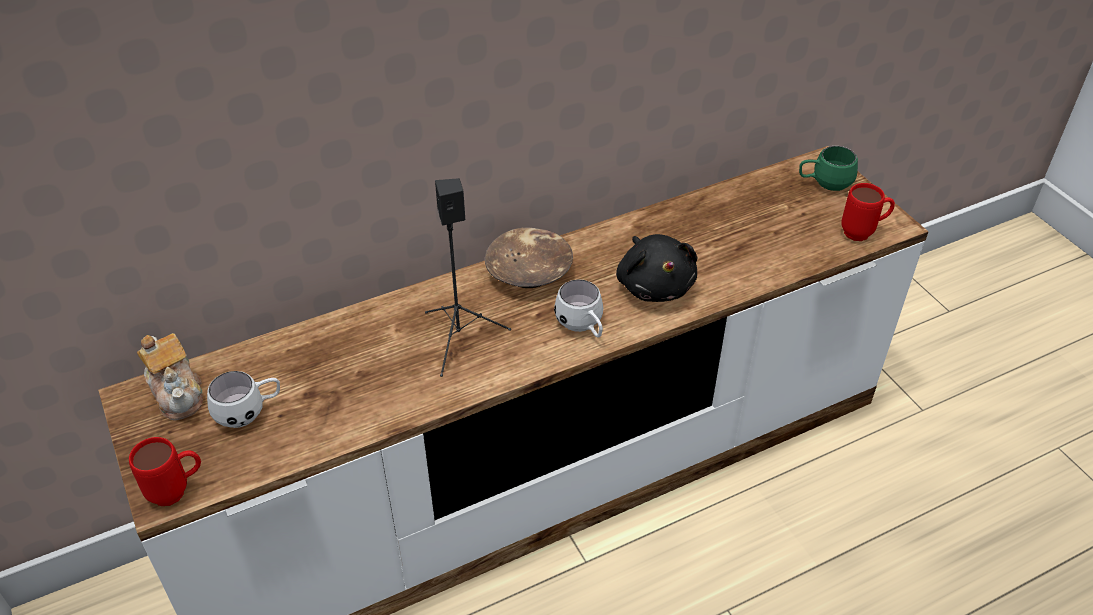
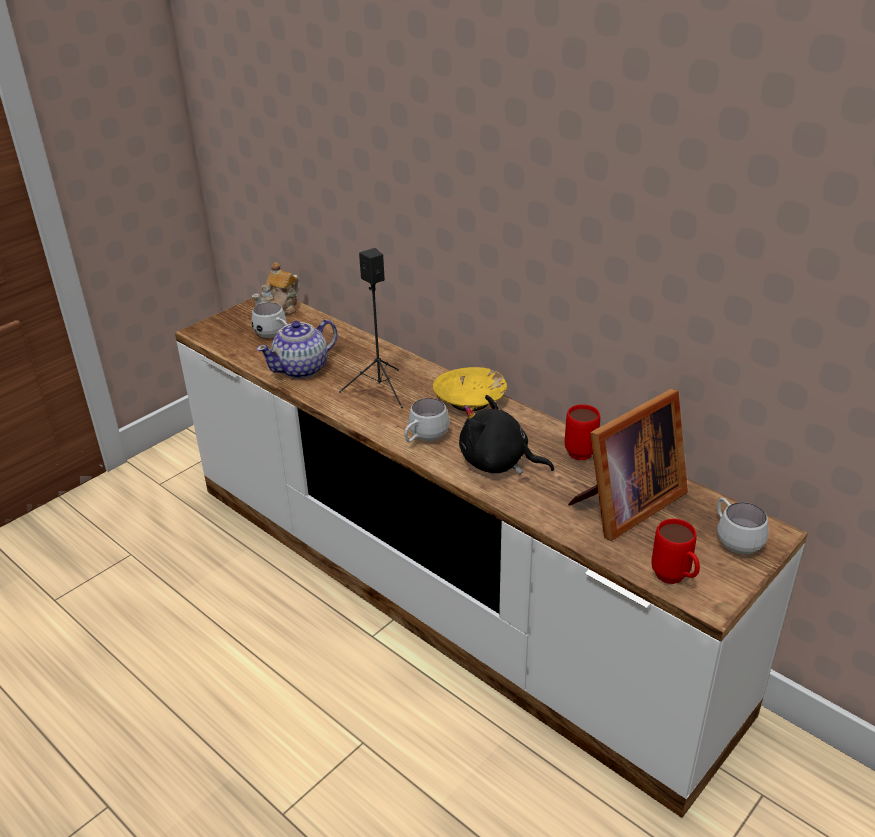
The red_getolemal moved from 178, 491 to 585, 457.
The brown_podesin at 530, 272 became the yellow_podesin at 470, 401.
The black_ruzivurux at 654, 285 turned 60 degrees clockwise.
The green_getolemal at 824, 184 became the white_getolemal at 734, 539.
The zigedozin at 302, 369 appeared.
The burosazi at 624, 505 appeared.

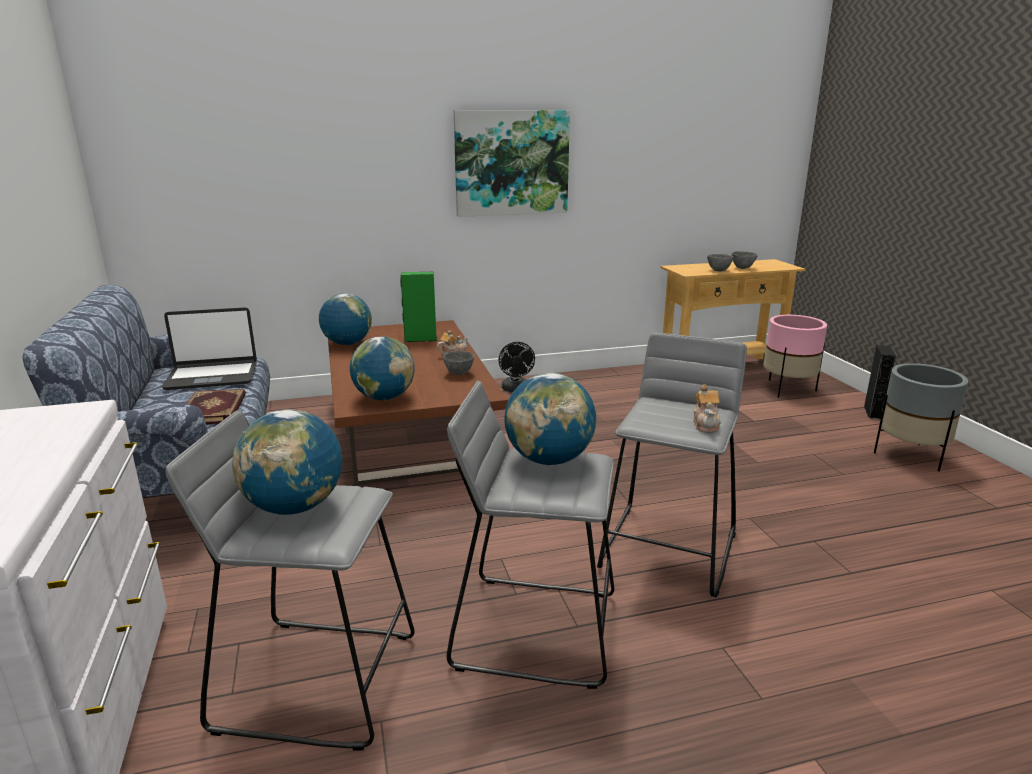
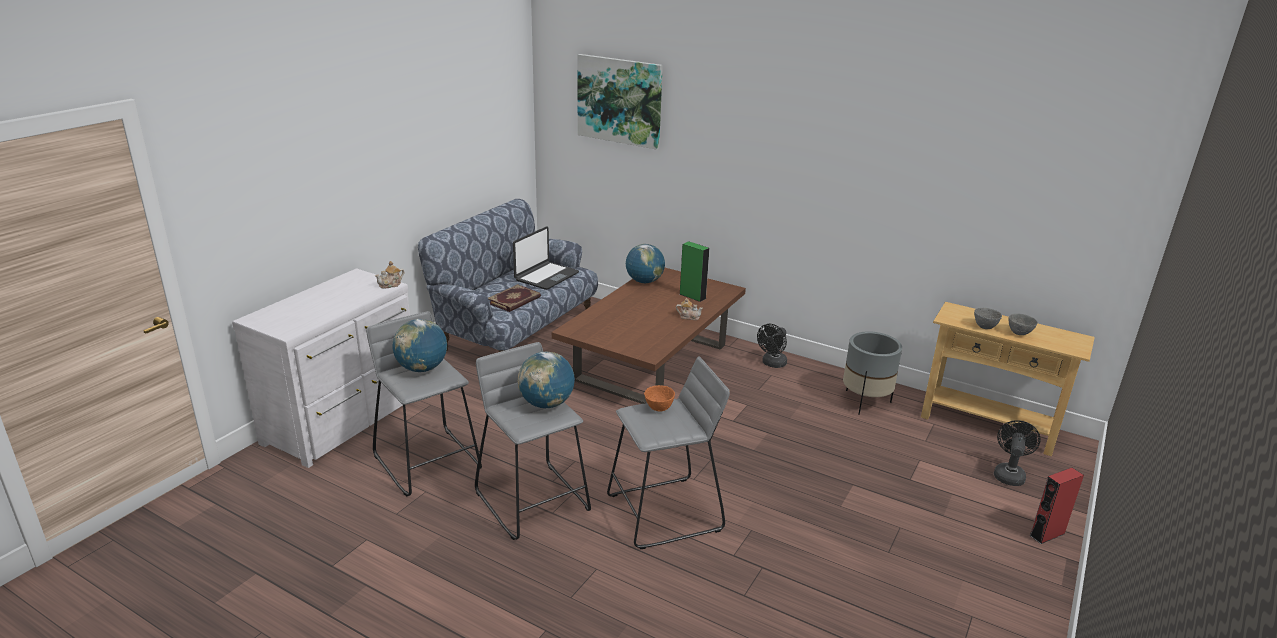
The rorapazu at 212, 376 turned 90 degrees counterclockwise.
The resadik at 384, 398 disappeared.
The grey_podesin at 459, 373 disappeared.
The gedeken moved from 511, 163 to 619, 100.
The zigedozin moved from 706, 424 to 391, 284.
The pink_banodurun at 787, 389 was replaced by the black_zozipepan at 1009, 474.
The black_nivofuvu at 873, 412 became the red_nivofuvu at 1047, 534.
The grey_banodurun moved from 910, 456 to 865, 402.
The orange_podesin at 659, 409 appeared.

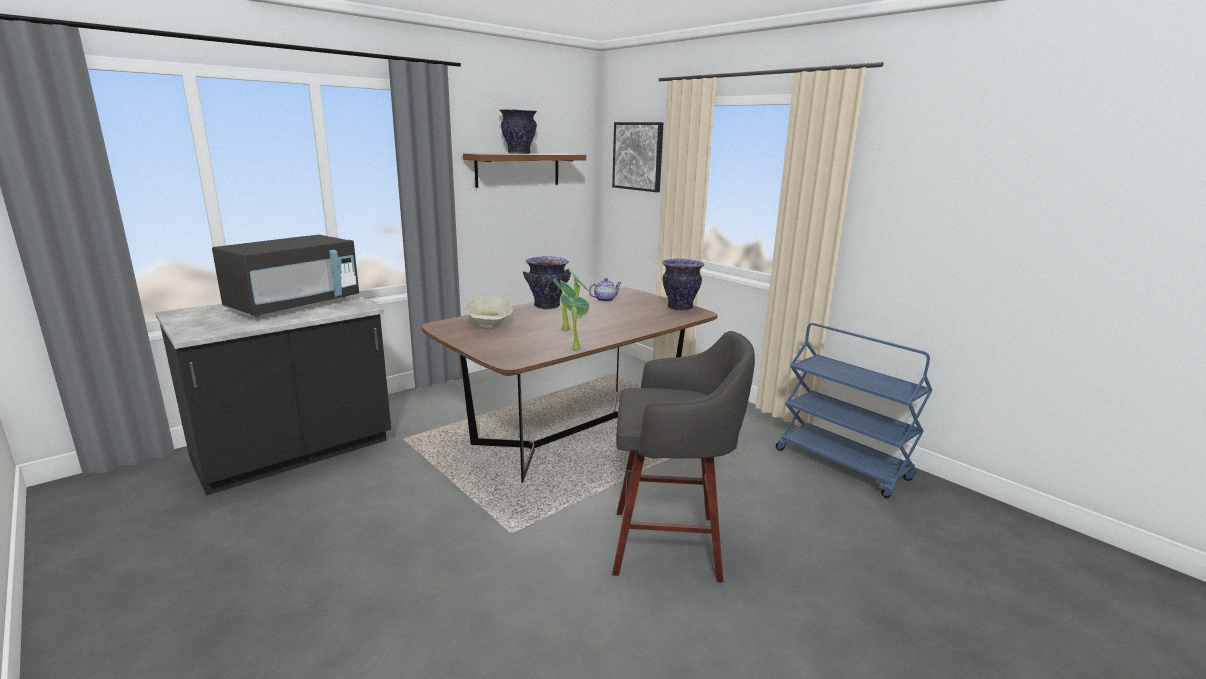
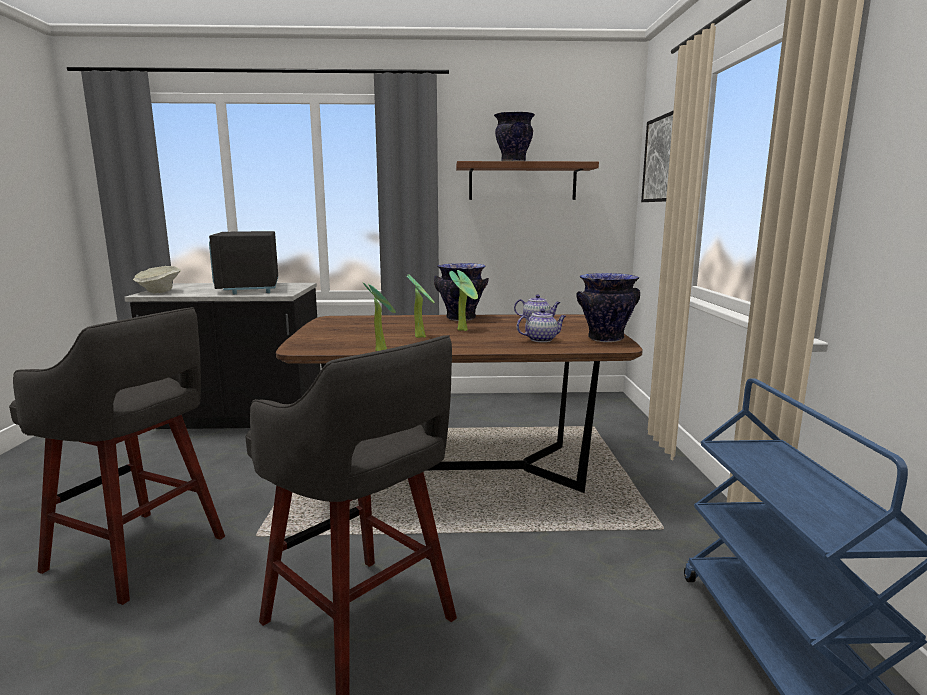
The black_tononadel at 295, 305 turned 90 degrees clockwise.
The beige_podesin moved from 490, 326 to 158, 292.
The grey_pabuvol at 140, 555 appeared.
The zigedozin at 541, 339 appeared.

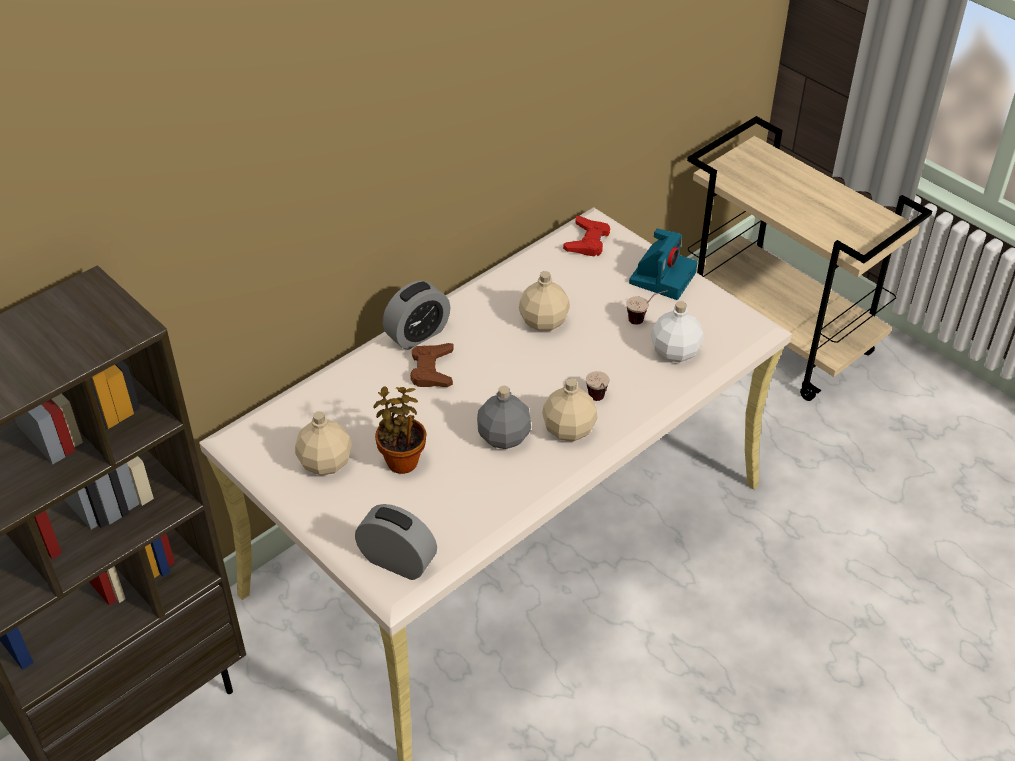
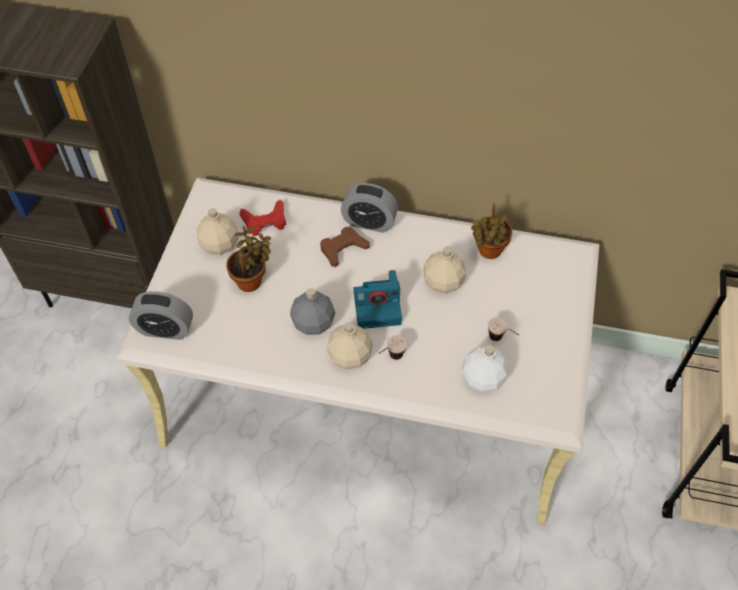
The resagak at 397, 561 turned 105 degrees clockwise.
The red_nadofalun moved from 587, 241 to 265, 221.
The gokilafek moved from 662, 277 to 378, 306.
The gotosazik at 488, 252 appeared.

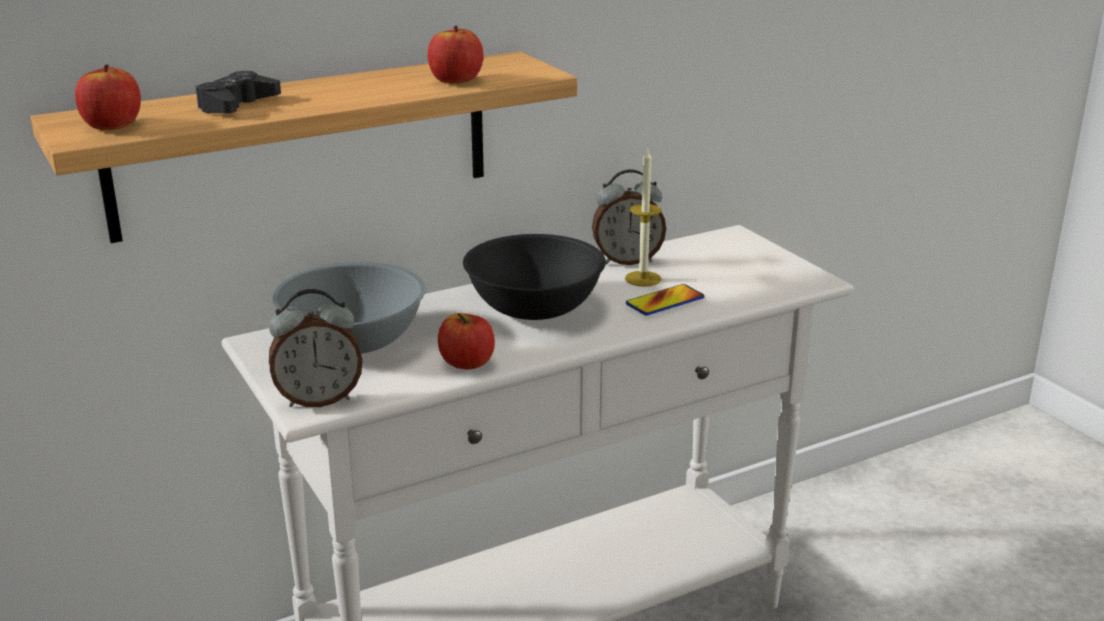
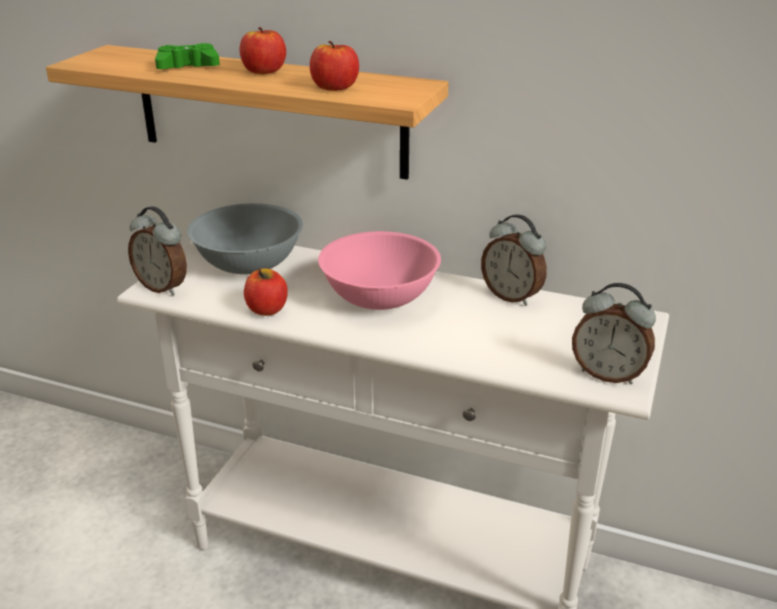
The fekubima moved from 112, 126 to 264, 71.
The black_nadofalun at 237, 105 became the green_nadofalun at 188, 66.
The black_podesin at 533, 307 became the pink_podesin at 379, 296.
The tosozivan at 643, 279 disappeared.
The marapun at 665, 301 disappeared.
The resagak at 608, 374 appeared.

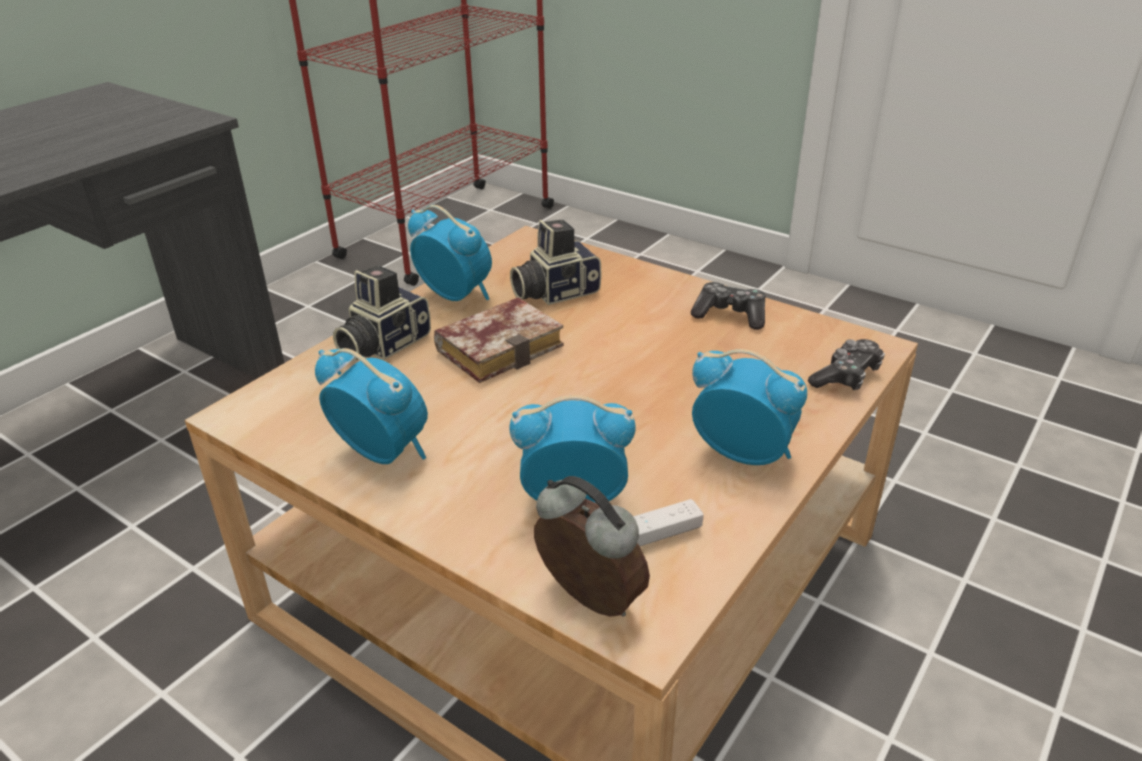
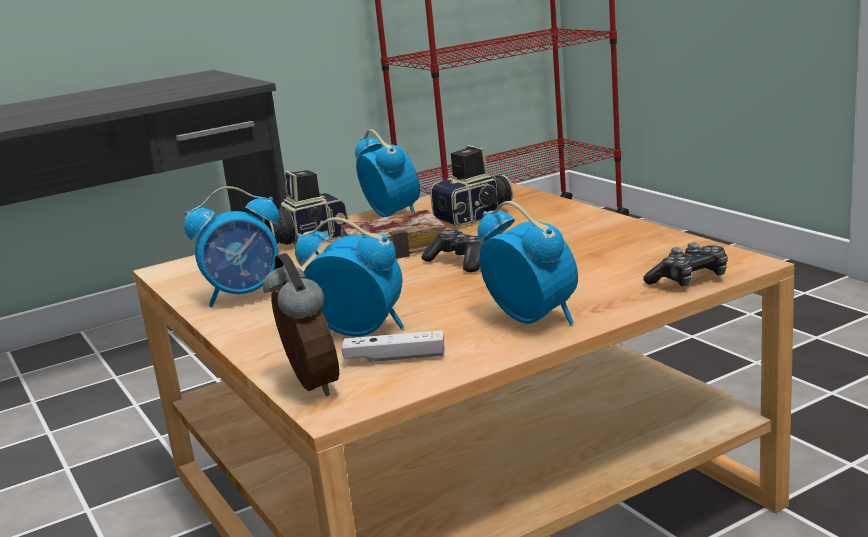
The resagak at 382, 452 turned 105 degrees clockwise.
The gokilafek at 554, 292 turned 150 degrees clockwise.
The nadofalun moved from 730, 315 to 460, 261.

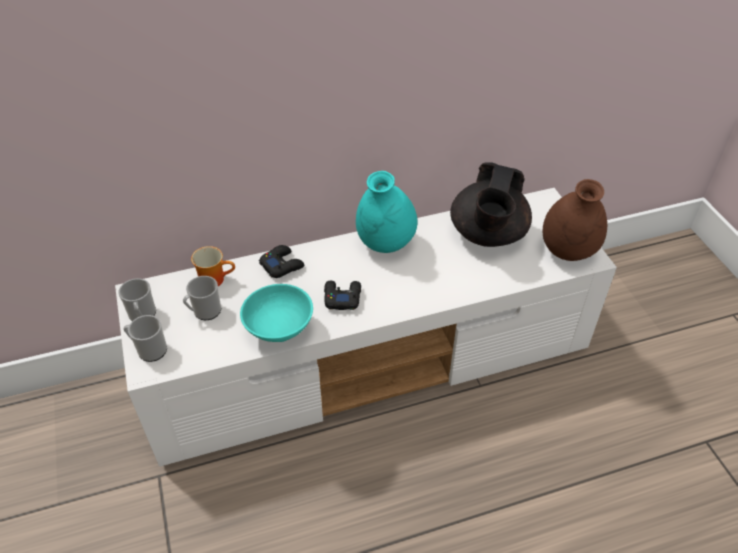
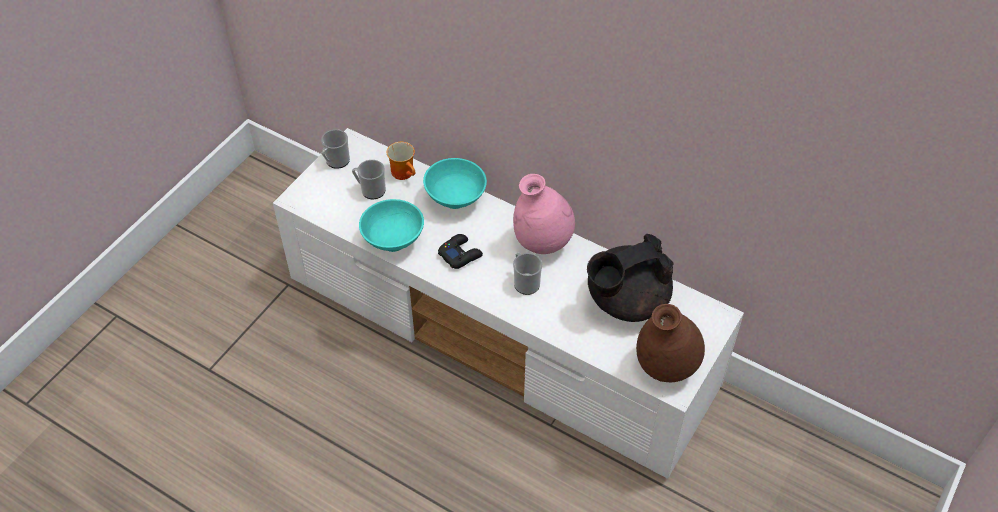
The getolemal moved from 149, 350 to 525, 282.
The black_nadofalun at 282, 265 was replaced by the turquoise_podesin at 456, 199.
The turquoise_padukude at 385, 244 became the pink_padukude at 542, 243.

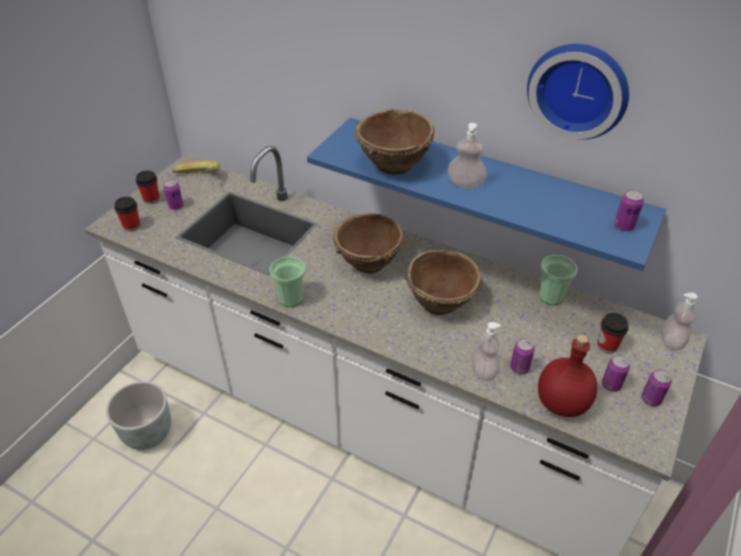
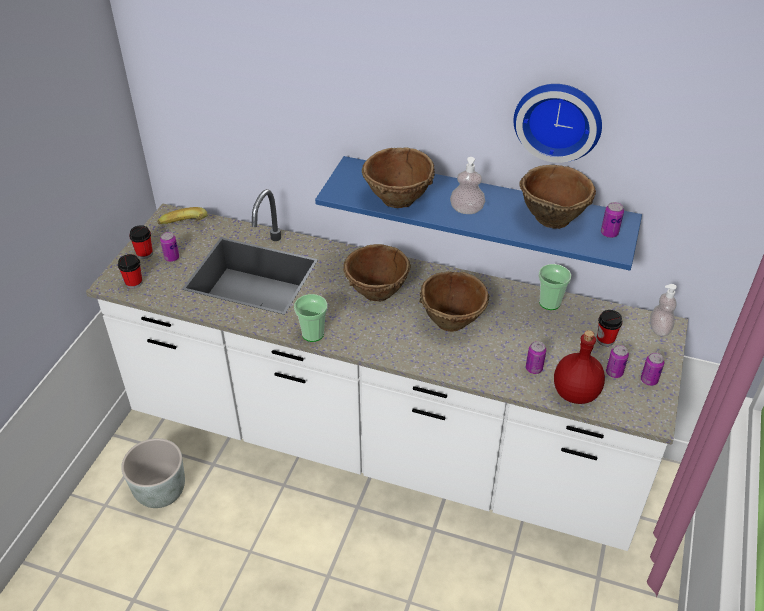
The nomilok at 483, 371 disappeared.
The brown_podesin at 552, 217 appeared.

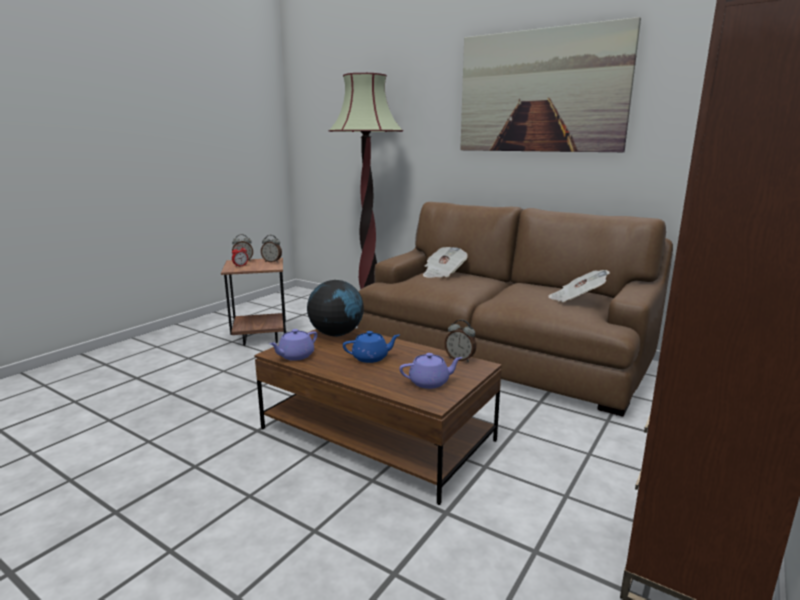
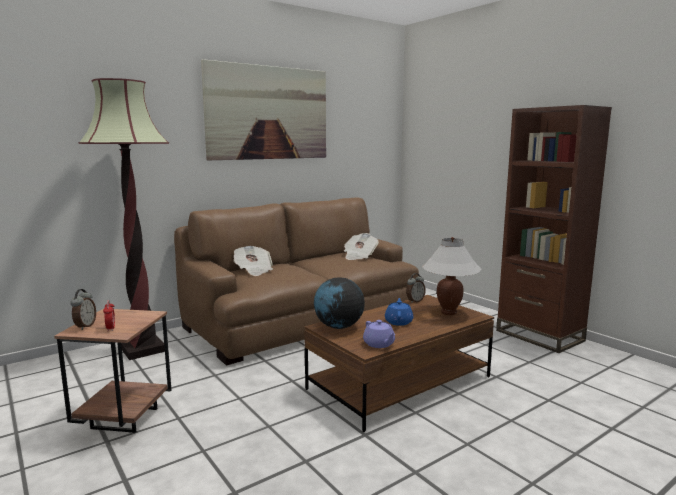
The resagak at 272, 261 disappeared.
The purple_zigedozin at 430, 382 was replaced by the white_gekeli at 448, 313.

